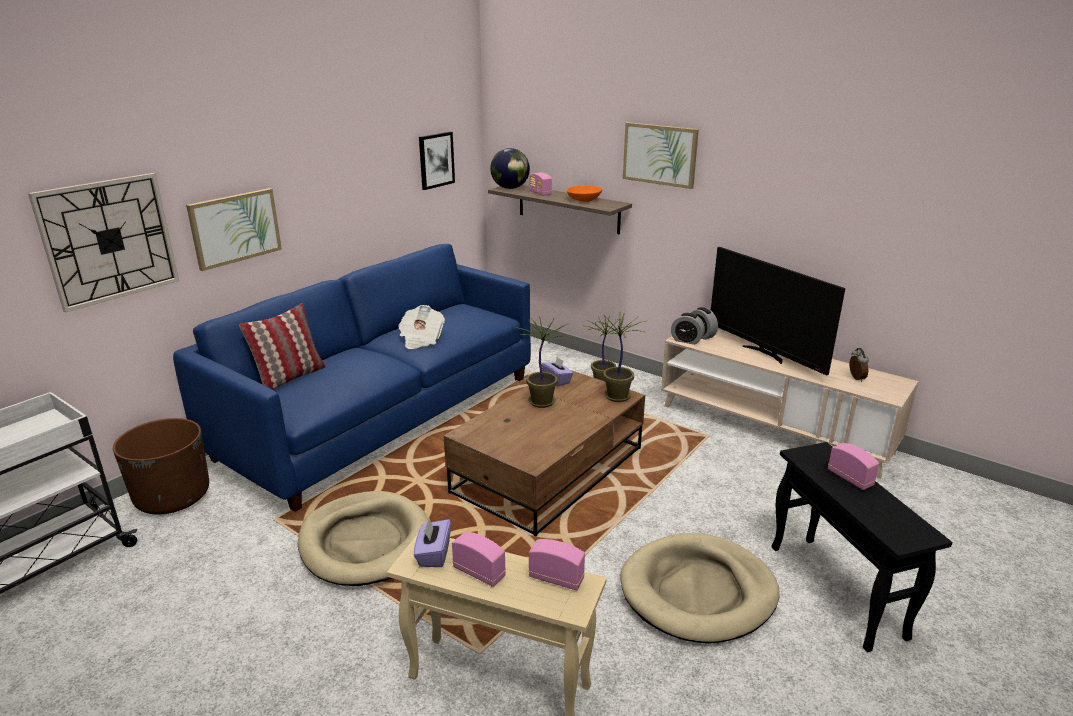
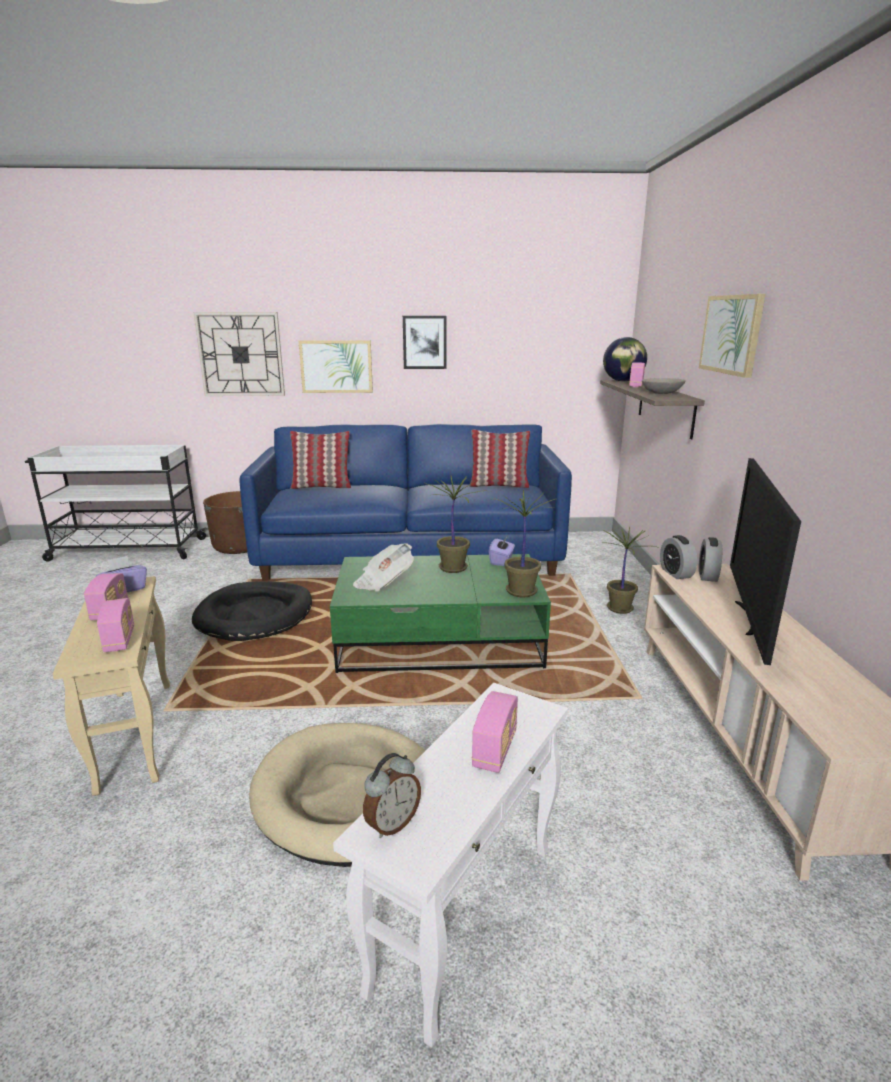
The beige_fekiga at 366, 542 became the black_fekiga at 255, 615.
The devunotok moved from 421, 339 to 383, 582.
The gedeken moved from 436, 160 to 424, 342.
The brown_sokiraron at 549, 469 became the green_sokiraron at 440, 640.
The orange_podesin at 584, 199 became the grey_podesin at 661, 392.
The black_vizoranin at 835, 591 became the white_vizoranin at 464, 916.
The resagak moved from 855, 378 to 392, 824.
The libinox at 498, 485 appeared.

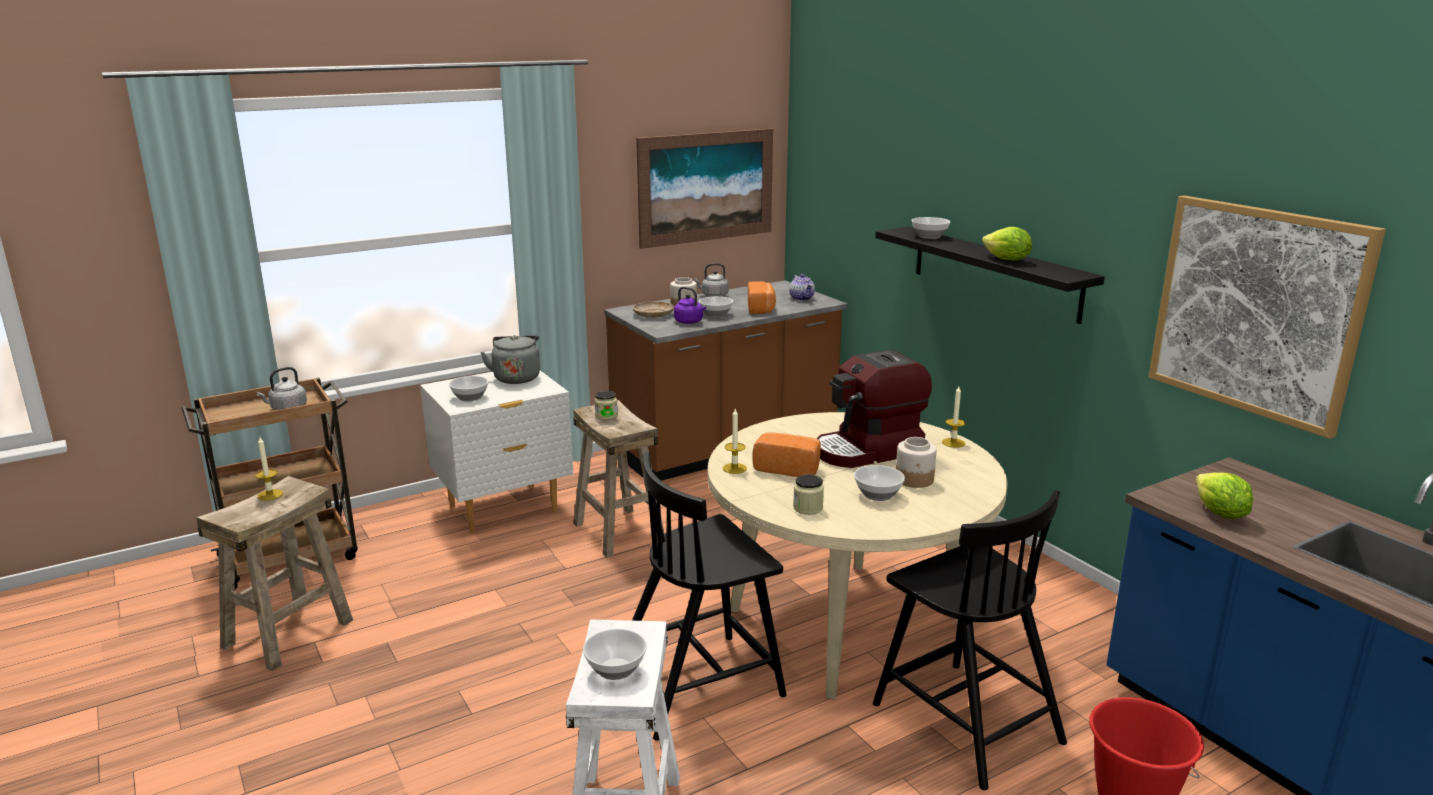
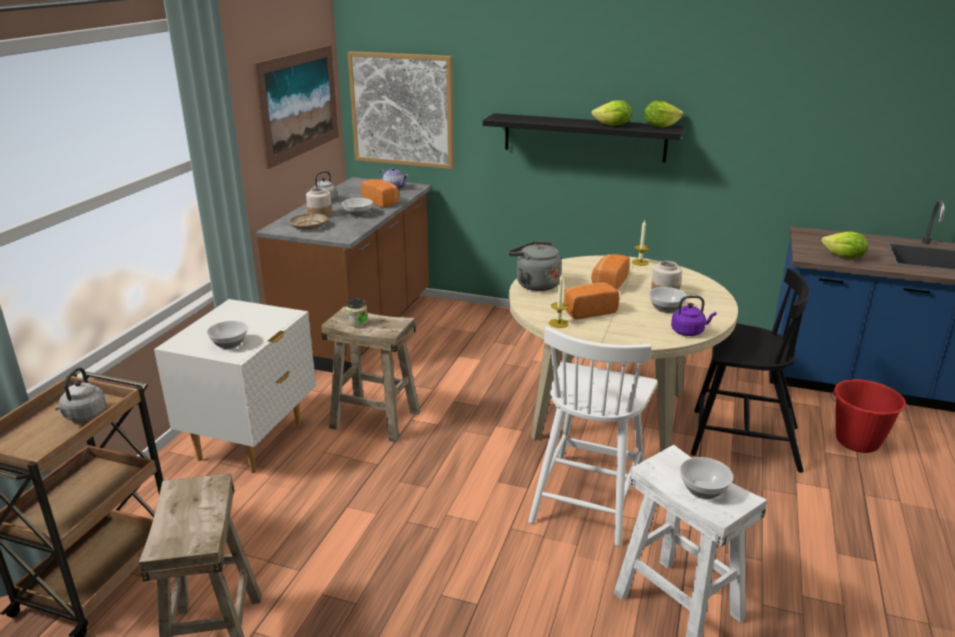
The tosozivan at 270, 495 disappeared.
The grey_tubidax moved from 516, 377 to 535, 284.
The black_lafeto at 699, 684 became the white_lafeto at 588, 496.
The purple_tubidax moved from 690, 322 to 689, 332.
The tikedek at 808, 508 disappeared.
The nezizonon at 868, 451 was replaced by the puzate at 608, 283.
The podesin at 930, 236 disappeared.
The gedeken moved from 1256, 310 to 402, 110.
The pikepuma at 660, 126 appeared.

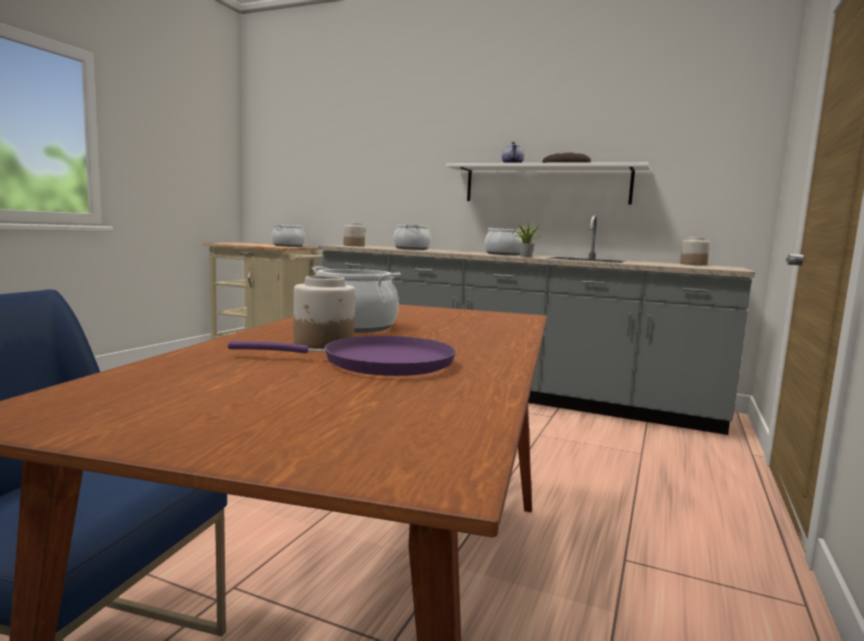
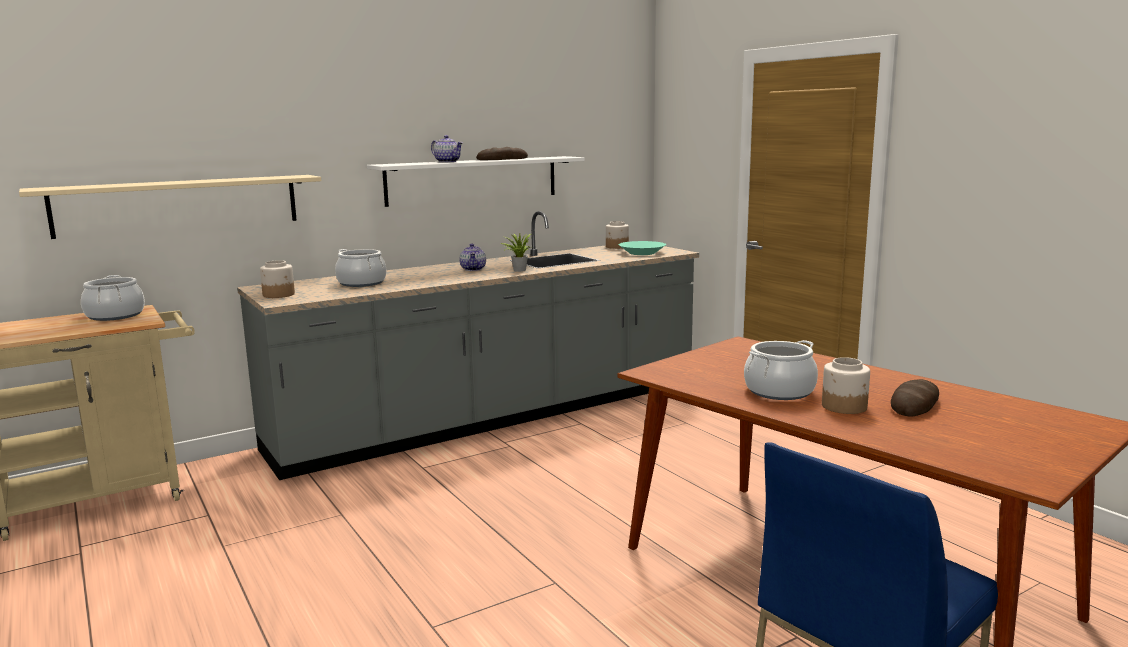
The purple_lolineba at 378, 363 was replaced by the puzate at 914, 404.
The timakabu at 503, 254 was replaced by the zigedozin at 473, 269.
The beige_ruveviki at 179, 205 appeared.
The turquoise_podesin at 642, 253 appeared.

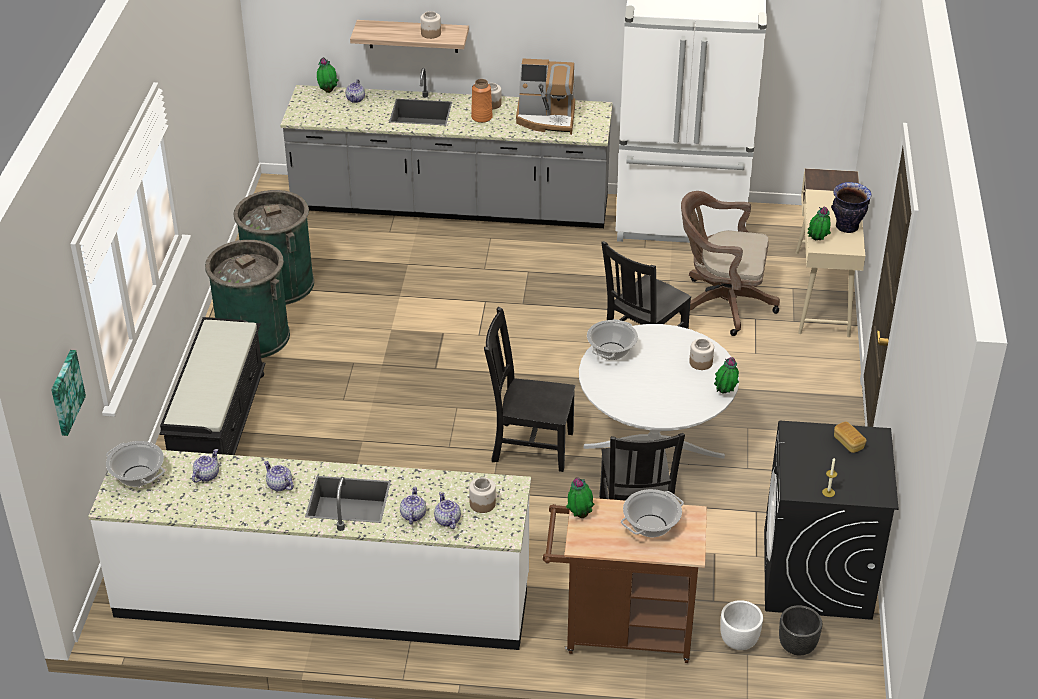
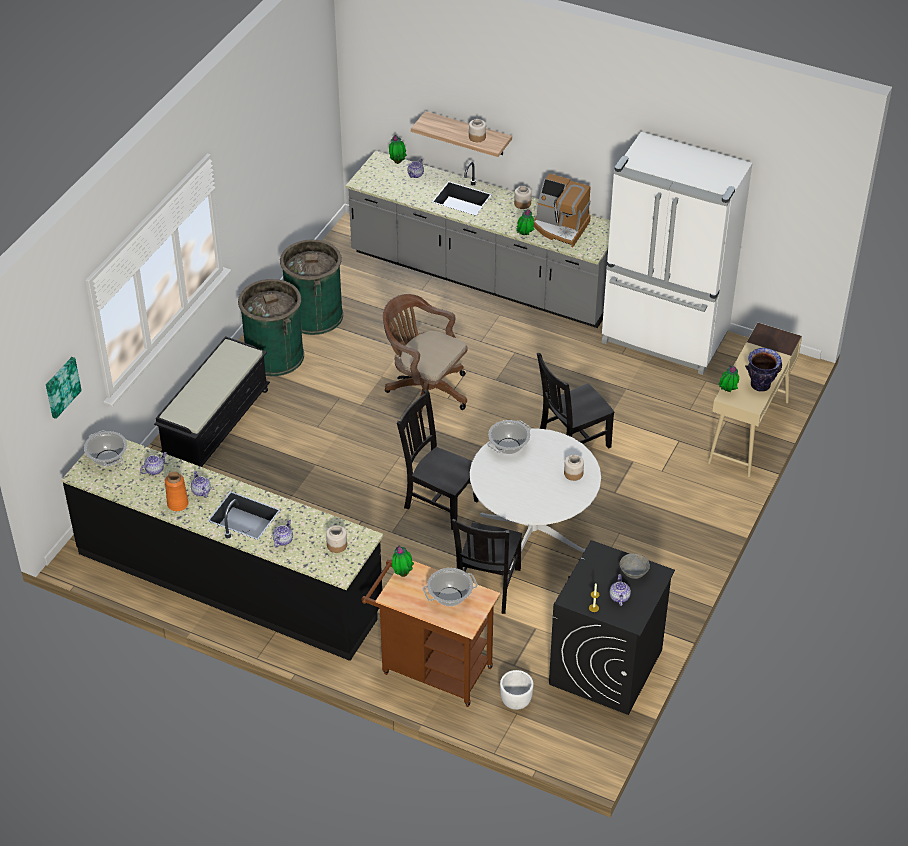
The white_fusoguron at 323, 598 became the black_fusoguron at 229, 581.
The zigedozin moved from 447, 520 to 619, 597.
The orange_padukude moved from 482, 117 to 178, 504.
The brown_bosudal moved from 721, 303 to 424, 390.
The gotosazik moved from 725, 393 to 525, 235.
The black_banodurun at 797, 646 disappeared.
The puzate at 848, 443 was replaced by the grey_podesin at 633, 573.

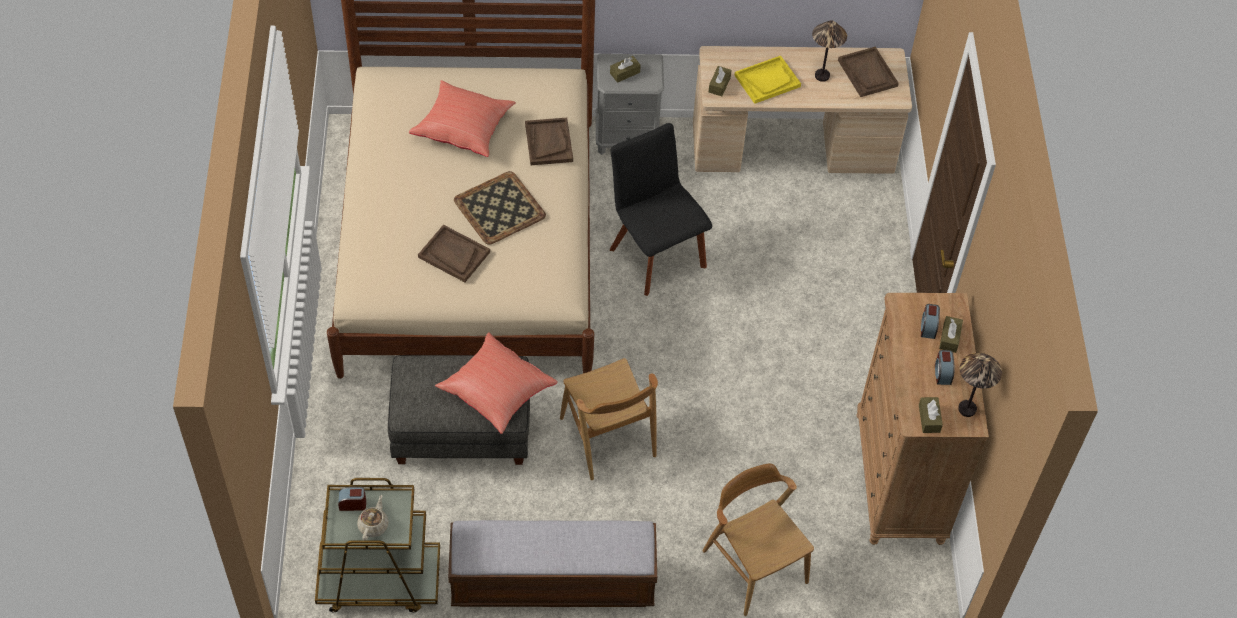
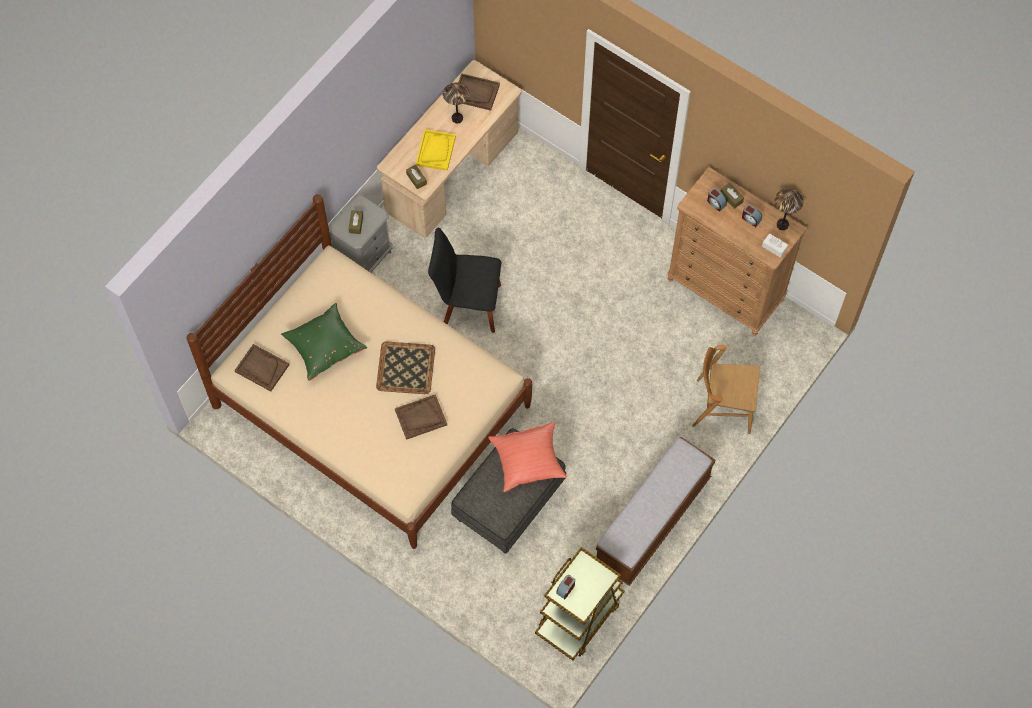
The beige_zigedozin at 373, 525 disappeared.
The red_libinox at 463, 129 became the green_libinox at 324, 347.
The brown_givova moved from 548, 142 to 262, 368.
The brown_lafeto at 607, 437 disappeared.
The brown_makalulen at 929, 418 became the white_makalulen at 774, 247.

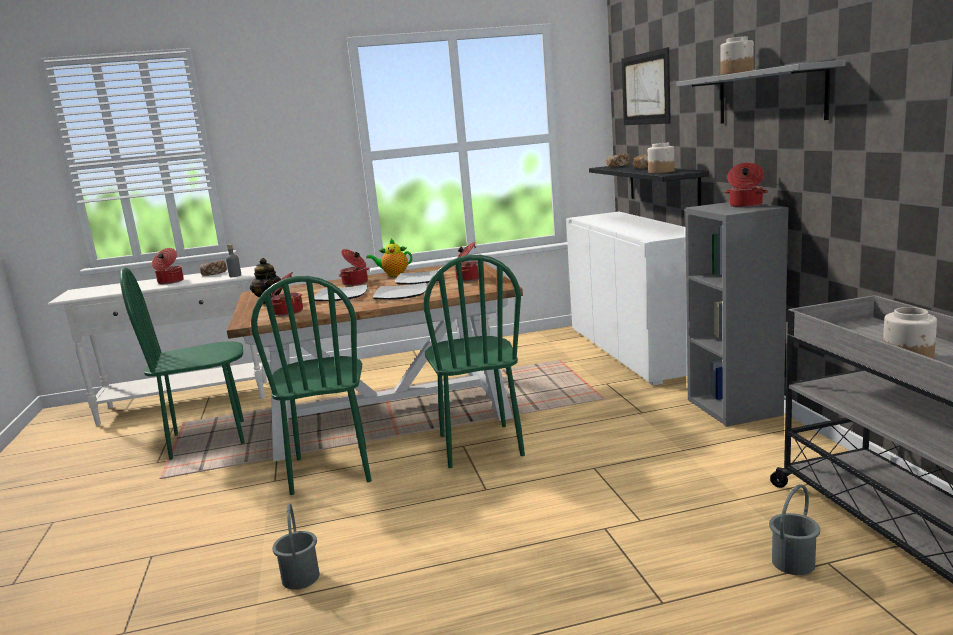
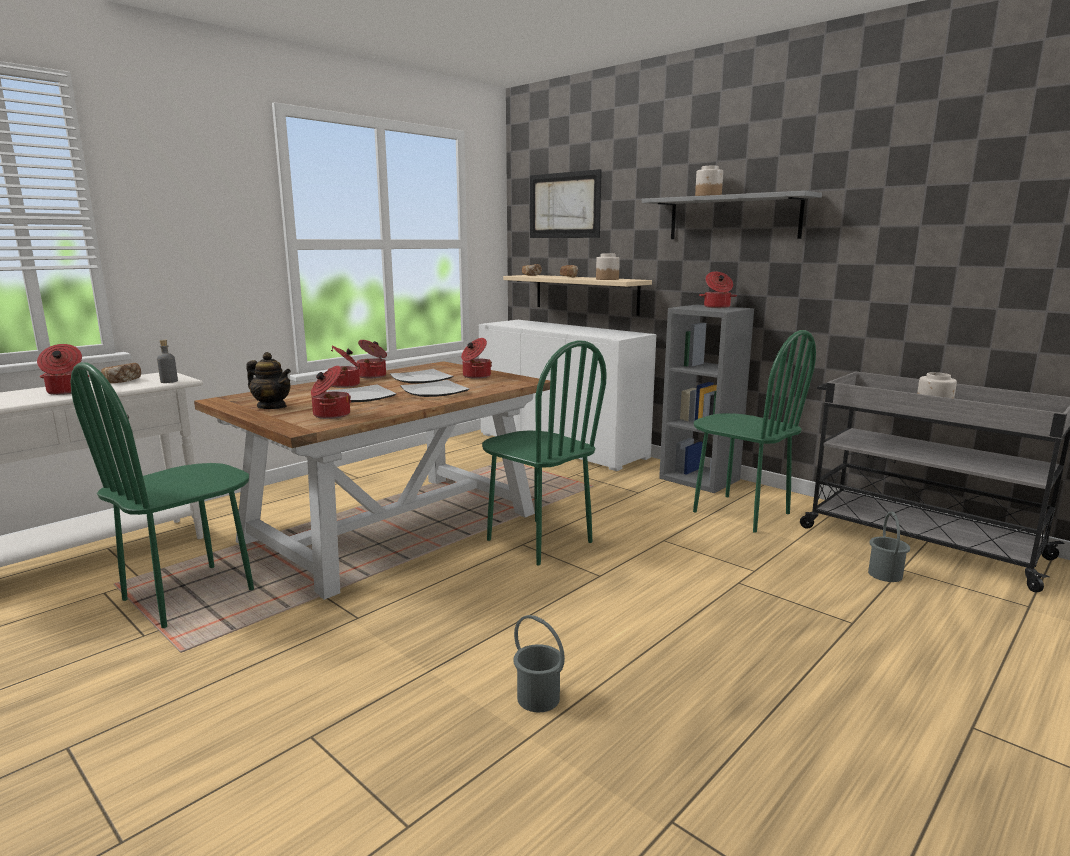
The green_lafeto moved from 331, 470 to 740, 513.
The zigedozin at 393, 274 was replaced by the timakabu at 373, 376.
The black_ruveviki at 663, 185 became the beige_ruveviki at 586, 294.

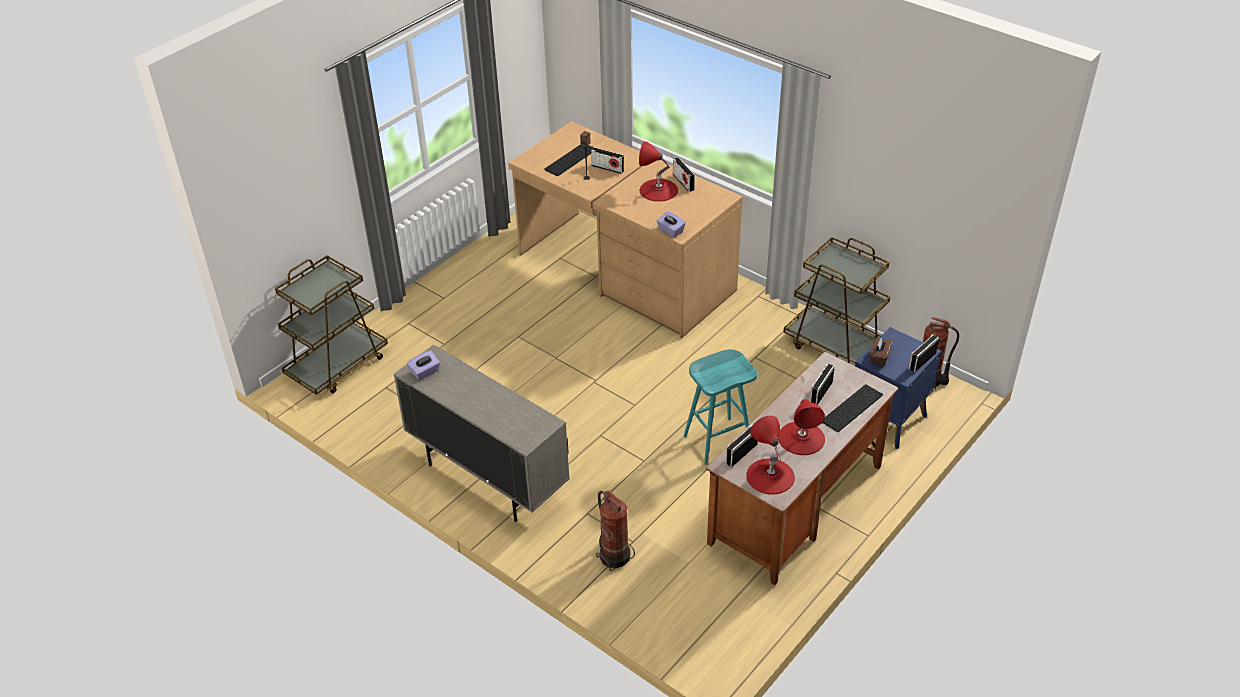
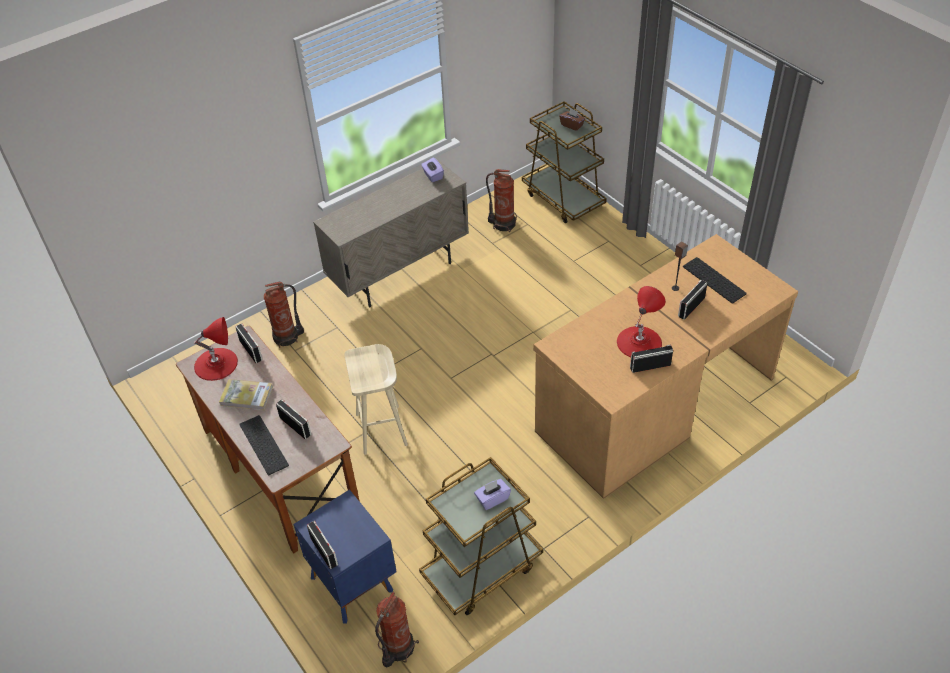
The purple_makalulen moved from 670, 231 to 492, 499.
The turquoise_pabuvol at 718, 440 became the beige_pabuvol at 382, 430.
The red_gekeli at 801, 438 was replaced by the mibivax at 246, 396.
The brown_makalulen moved from 879, 357 to 572, 125.
The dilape at 503, 223 appeared.

